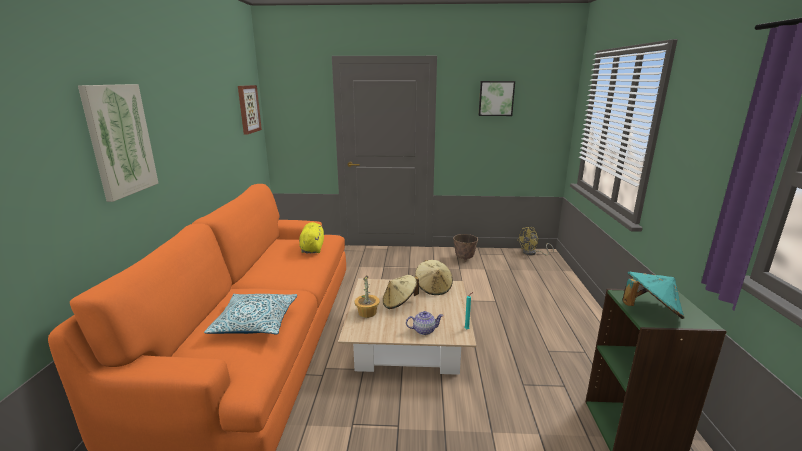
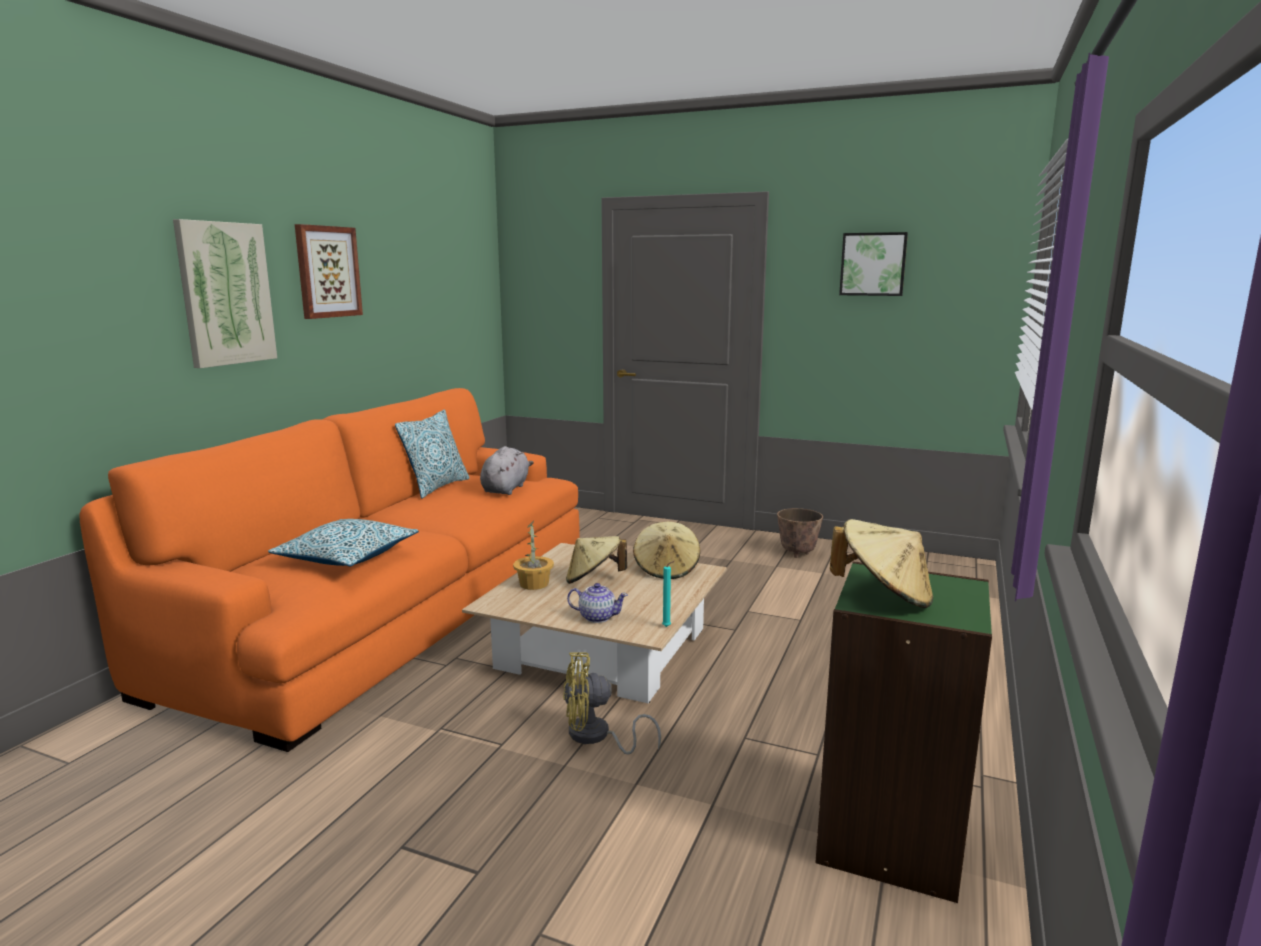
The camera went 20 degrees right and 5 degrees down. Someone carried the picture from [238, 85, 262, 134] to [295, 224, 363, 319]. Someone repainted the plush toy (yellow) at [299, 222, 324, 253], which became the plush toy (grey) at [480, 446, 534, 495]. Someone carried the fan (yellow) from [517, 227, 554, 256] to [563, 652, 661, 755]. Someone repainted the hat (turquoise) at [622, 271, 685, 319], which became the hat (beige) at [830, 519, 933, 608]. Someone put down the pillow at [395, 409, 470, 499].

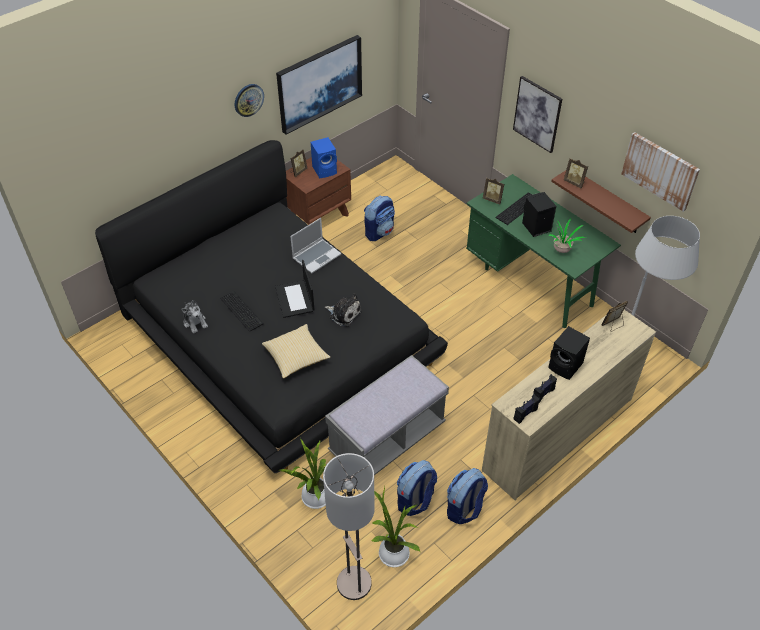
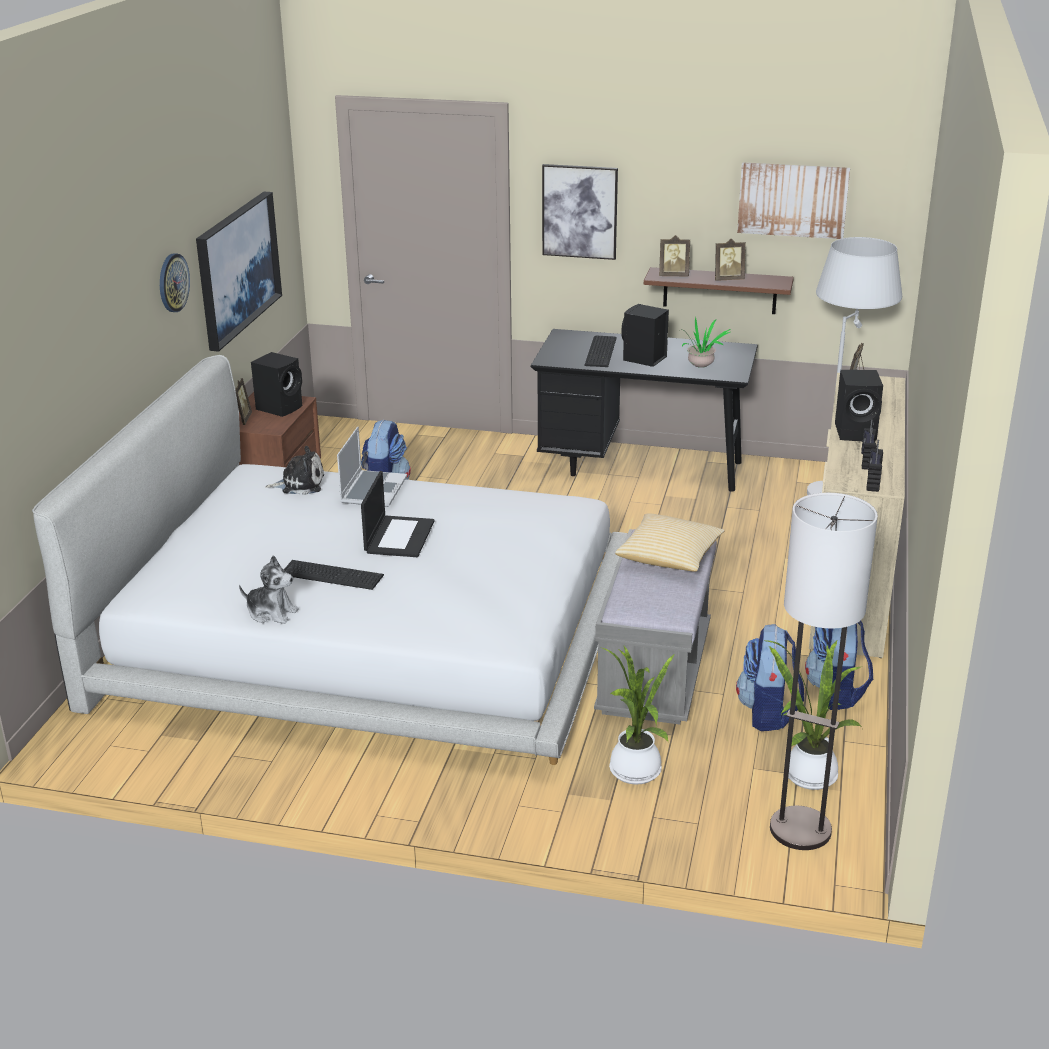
The camera went 35 degrees left and 20 degrees down. Someone repainted the bed (black) at [95, 140, 448, 473], which became the bed (white) at [32, 355, 628, 765]. Someone carried the pillow from [262, 324, 330, 378] to [615, 513, 725, 572]. Someone rotated the laptop at [275, 260, 315, 318] by 120 degrees counterclockwise. Someone repainted the speaker (blue) at [311, 137, 337, 178], which became the speaker (black) at [251, 352, 302, 417]. Someone carried the plush toy from [325, 293, 362, 327] to [265, 446, 324, 495]. Someone repainted the desk (green) at [466, 174, 621, 328], which became the desk (black) at [531, 329, 758, 492]. Someone carried the picture frame from [483, 178, 504, 204] to [715, 239, 746, 281].

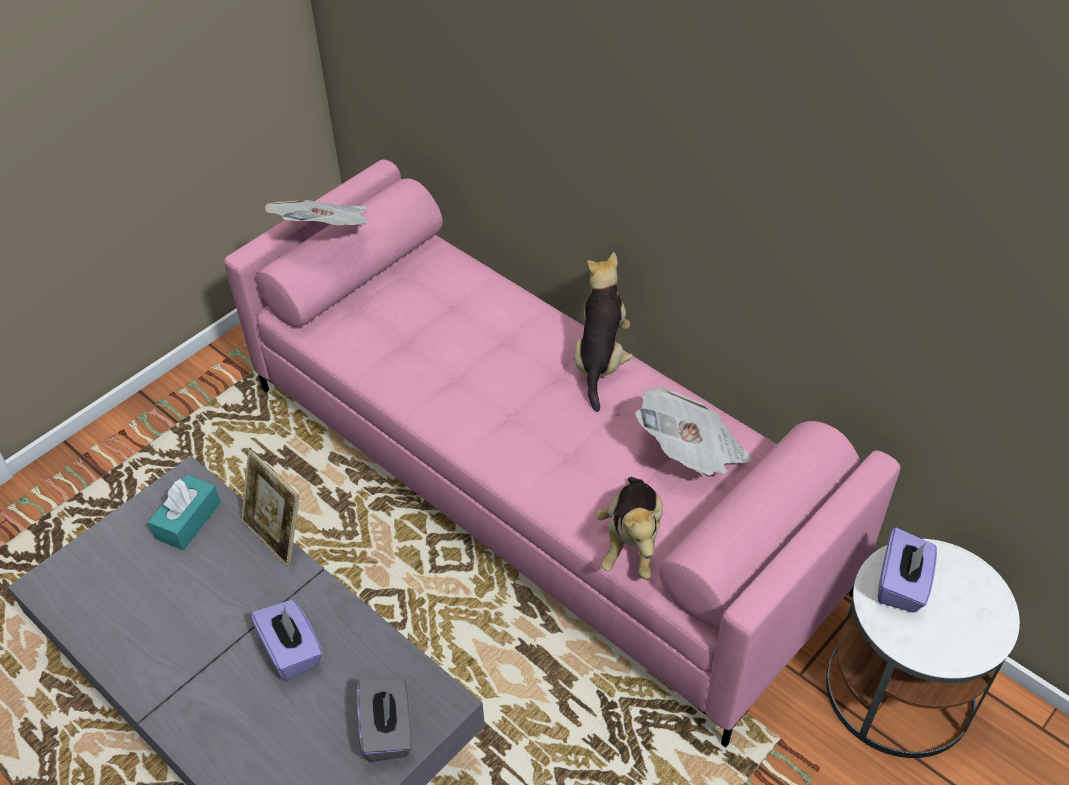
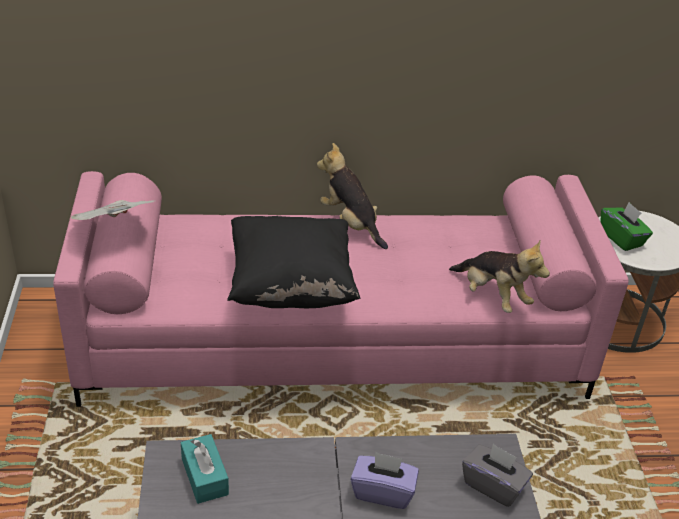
The camera went 50 degrees left and 10 degrees down. Someone took away the picture frame at [241, 449, 300, 567]. Someone took away the newspaper at [635, 387, 751, 477]. Someone repainted the tissue box (purple) at [878, 527, 937, 613], which became the tissue box (green) at [601, 202, 653, 251]. Someone put down the pillow (black) at [227, 216, 361, 308].

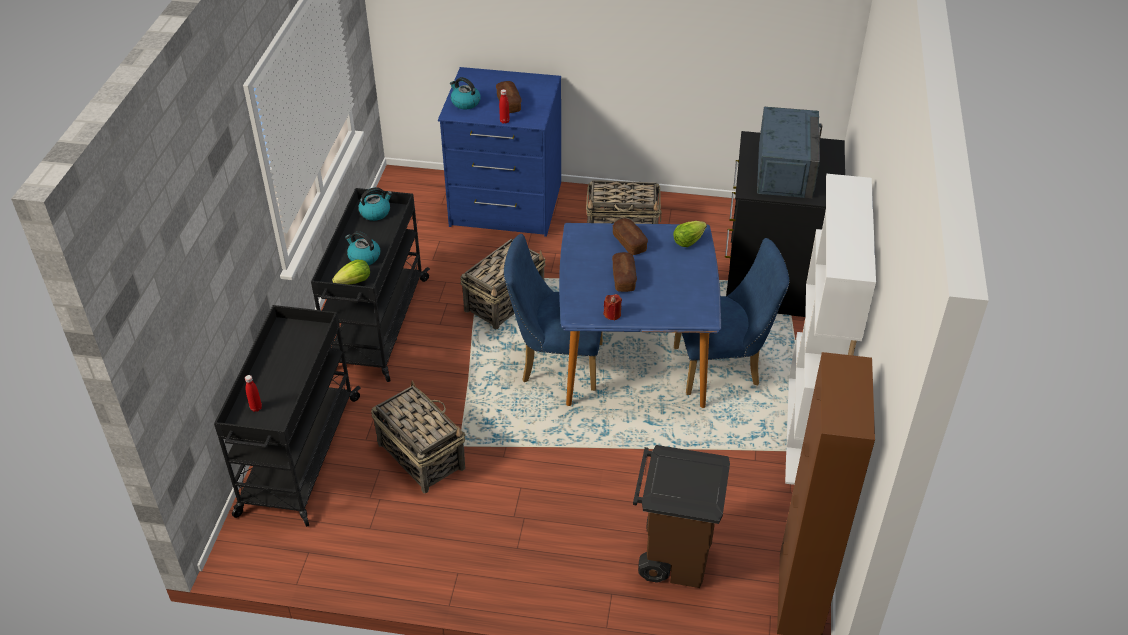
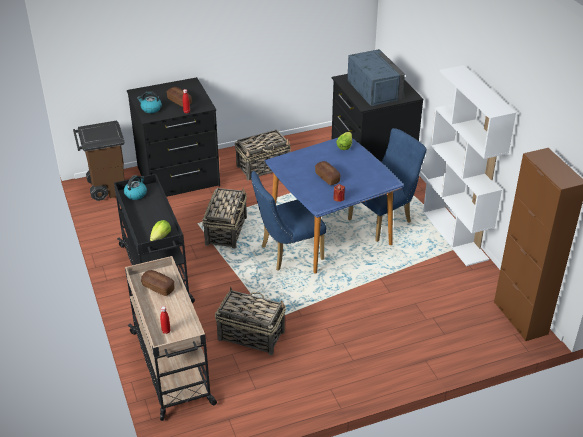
The camera went 30 degrees left and 5 degrees down. Someone repainted the cart (black) at [214, 305, 361, 527], which became the cart (beige) at [125, 256, 217, 421]. Someone took away the kettle at [345, 231, 380, 265]. Someone repainted the dresser (blue) at [438, 67, 561, 237], which became the dresser (black) at [127, 77, 220, 197]. Someone carried the bread from [613, 219, 648, 255] to [141, 270, 175, 296]. Someone carried the trash can (brown) from [633, 445, 730, 588] to [73, 121, 125, 201].

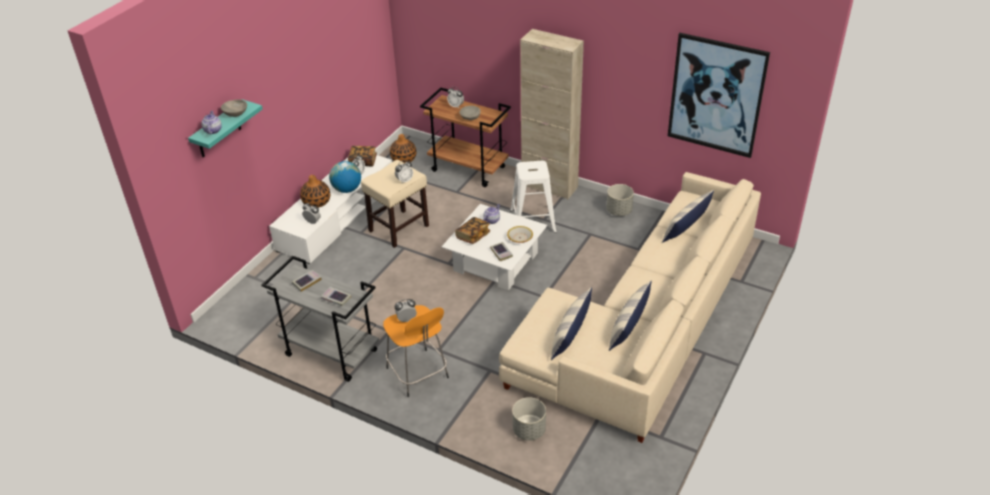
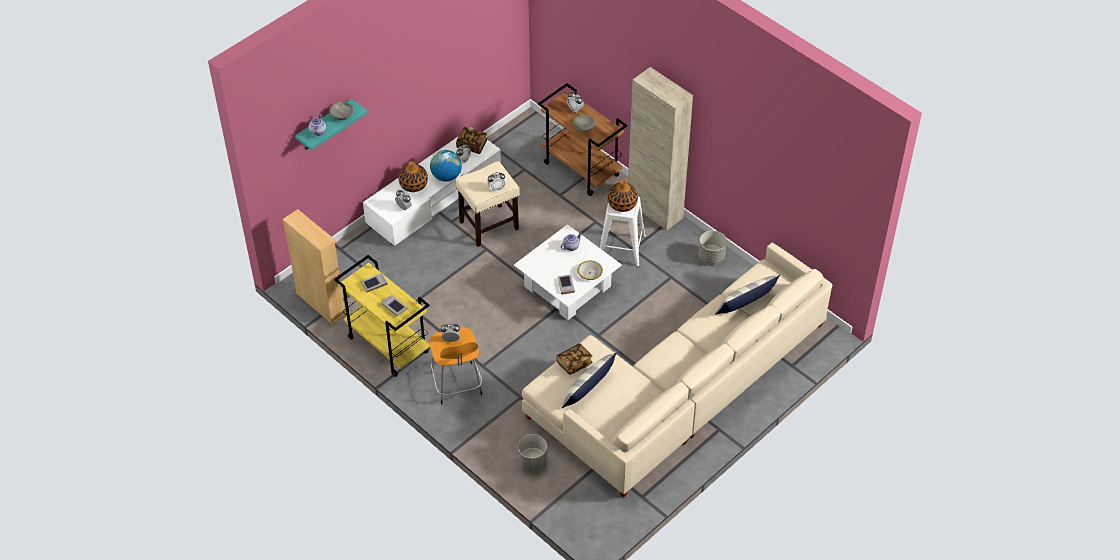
The camera went 15 degrees right and 10 degrees up. Someone repainted the cart (grey) at [261, 256, 379, 382], which became the cart (yellow) at [334, 255, 430, 377]. Someone carried the vase from [390, 134, 416, 163] to [608, 180, 638, 212]. Someone carried the book from [455, 217, 490, 244] to [556, 343, 593, 375]. Someone took away the pillow at [609, 280, 652, 351]. Someone took away the picture at [668, 33, 770, 158]. Someone put down the bookcase (beige) at [282, 209, 347, 324].

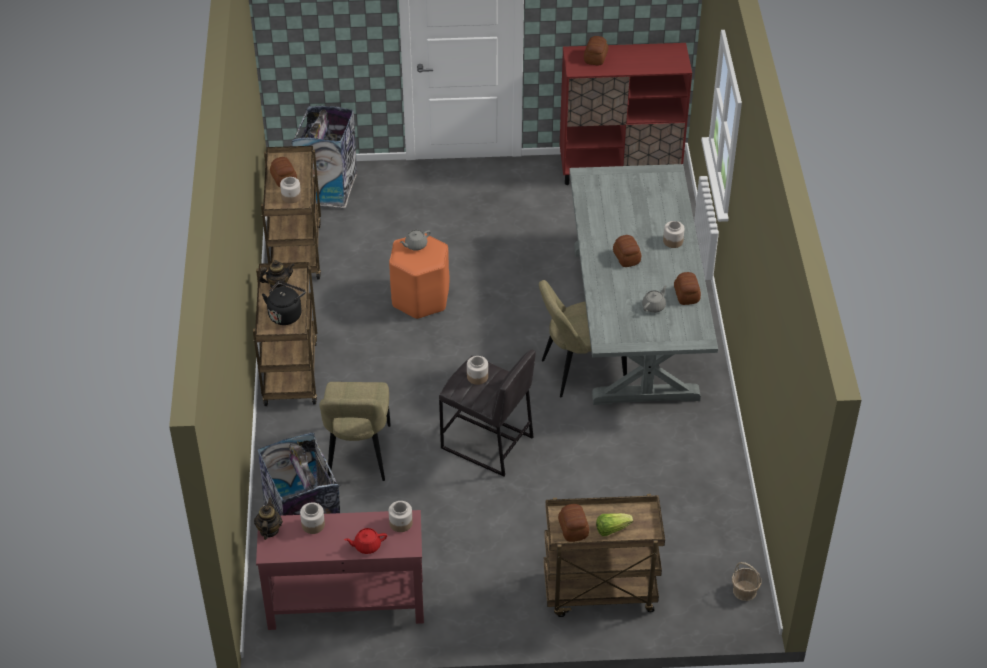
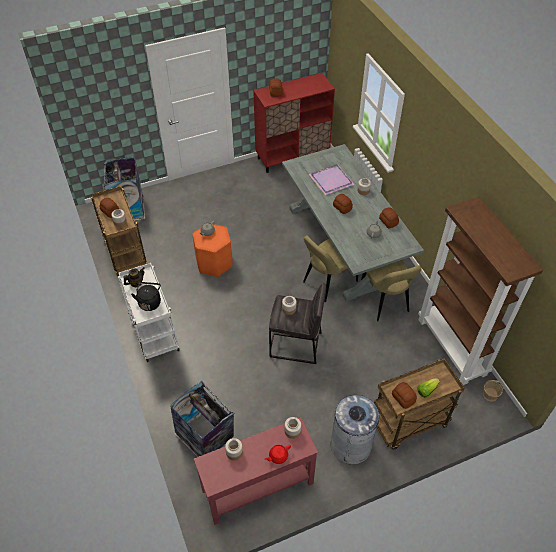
The camera went 20 degrees left and 5 degrees up. Someone repainted the cart (brown) at [253, 262, 317, 406], which became the cart (white) at [118, 263, 180, 362]. Someone took away the teapot at [254, 498, 283, 540]. Someone carried the chair (beige) from [319, 382, 391, 481] to [361, 260, 422, 321]. Someone put down the tray (purple) at [309, 164, 355, 195]. Someone put down the trash can (grey) at [331, 395, 379, 464]. Someone put down the bookcase (brown) at [418, 197, 543, 385].

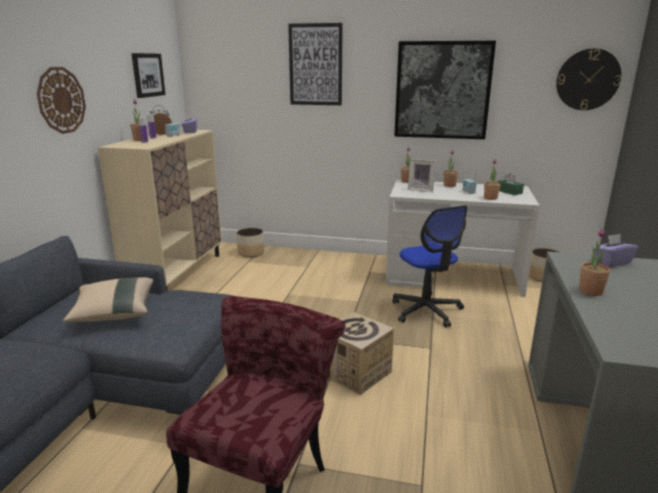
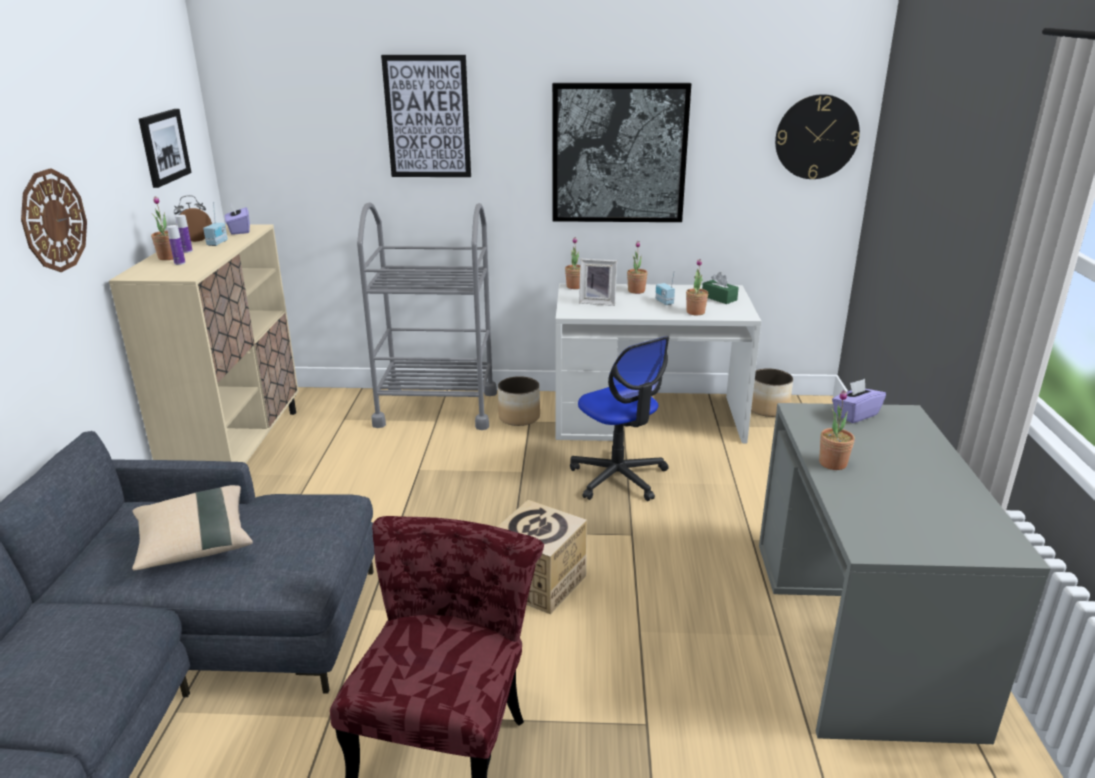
The camera went 10 degrees left and 5 degrees up. Someone carried the planter from [237, 228, 264, 258] to [498, 376, 540, 426]. Someone put down the cart (grey) at [357, 202, 497, 430].

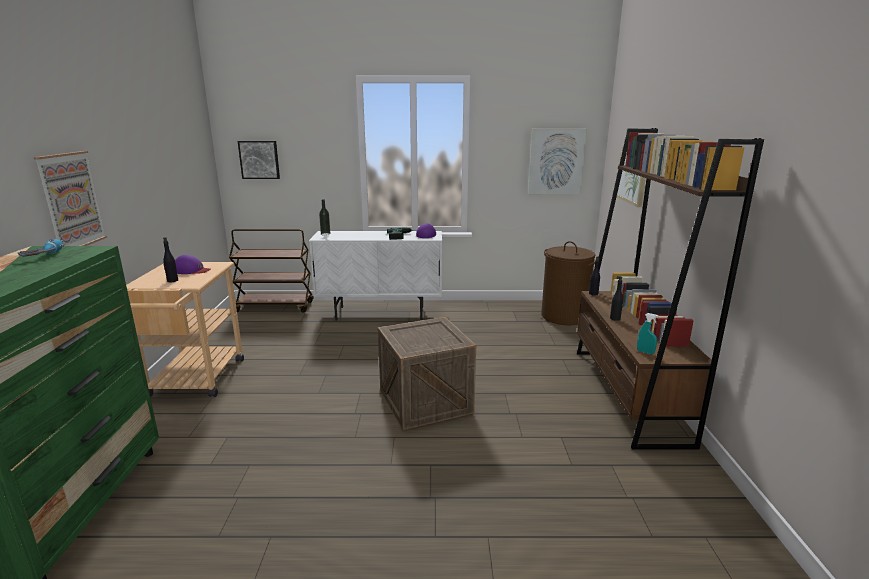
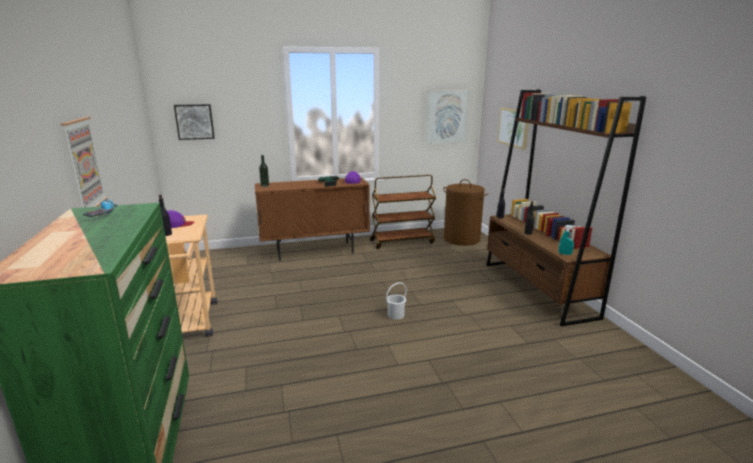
The camera went 15 degrees left and 0 degrees up. Someone carried the cart (brown) from [229, 229, 313, 313] to [370, 175, 436, 249]. Someone repainted the cabinet (white) at [309, 231, 442, 321], which became the cabinet (brown) at [255, 177, 370, 261]. Someone swapped the crate at [378, 317, 476, 430] for the bucket (white) at [386, 282, 407, 320].

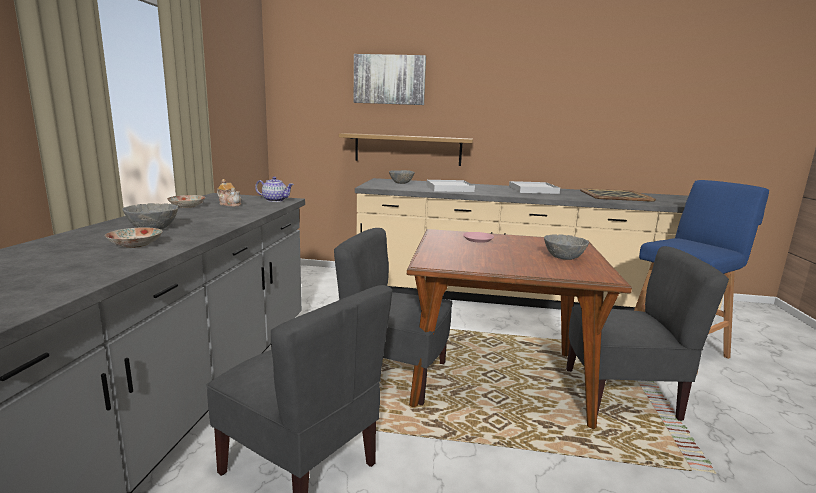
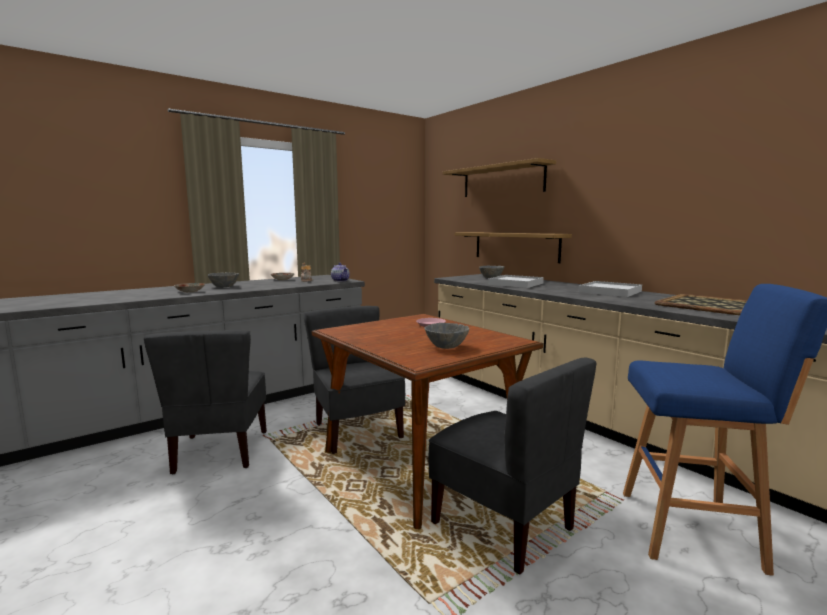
The camera went 45 degrees right and 5 degrees down. Someone swapped the picture at [354, 54, 426, 105] for the shelf at [443, 158, 556, 197].

